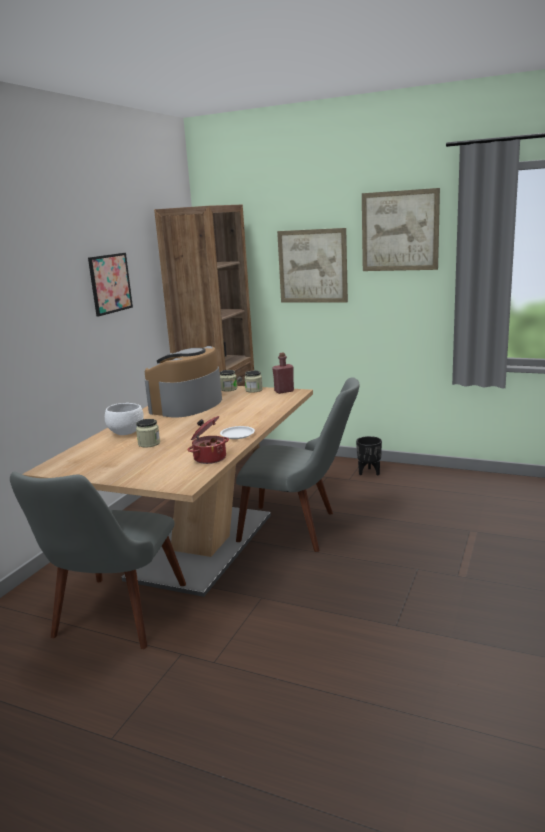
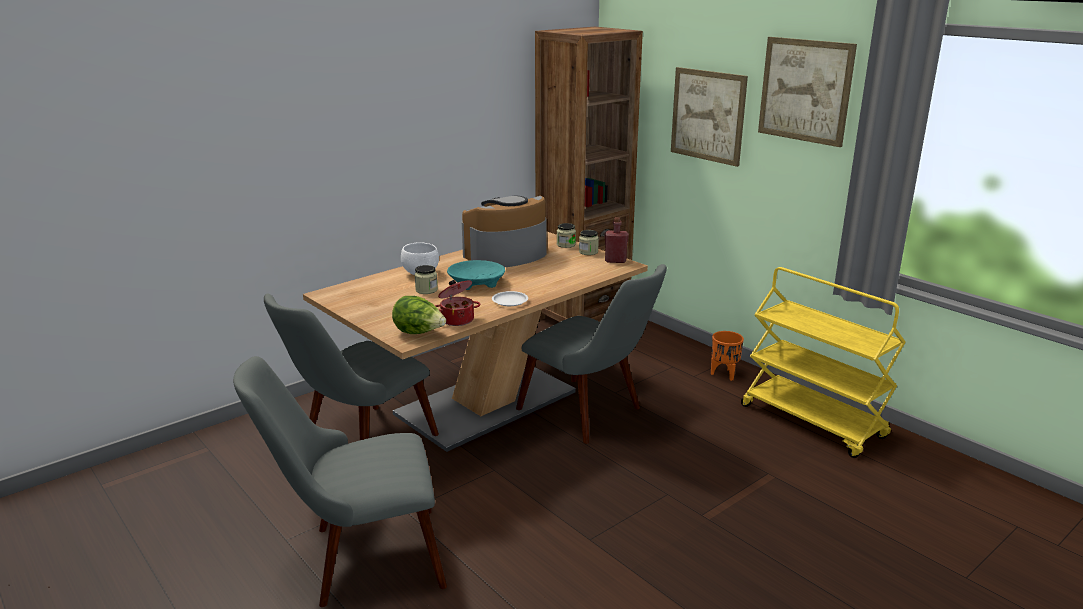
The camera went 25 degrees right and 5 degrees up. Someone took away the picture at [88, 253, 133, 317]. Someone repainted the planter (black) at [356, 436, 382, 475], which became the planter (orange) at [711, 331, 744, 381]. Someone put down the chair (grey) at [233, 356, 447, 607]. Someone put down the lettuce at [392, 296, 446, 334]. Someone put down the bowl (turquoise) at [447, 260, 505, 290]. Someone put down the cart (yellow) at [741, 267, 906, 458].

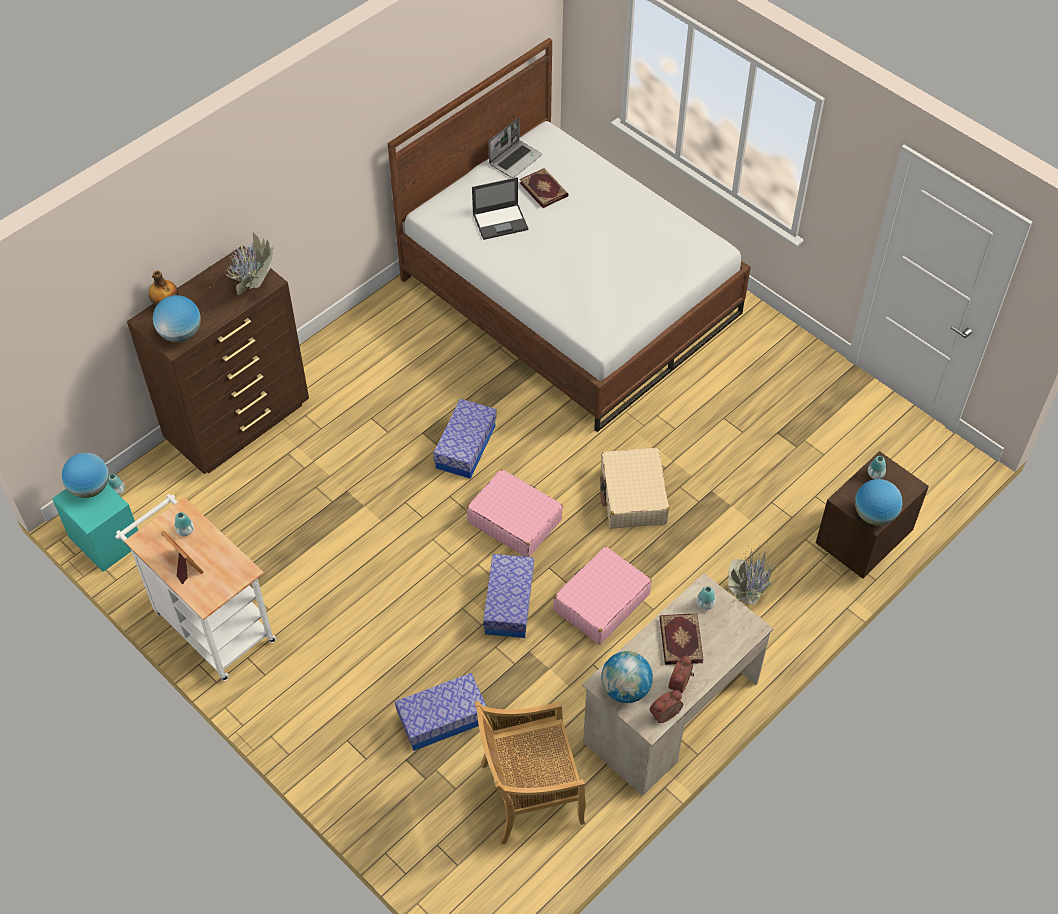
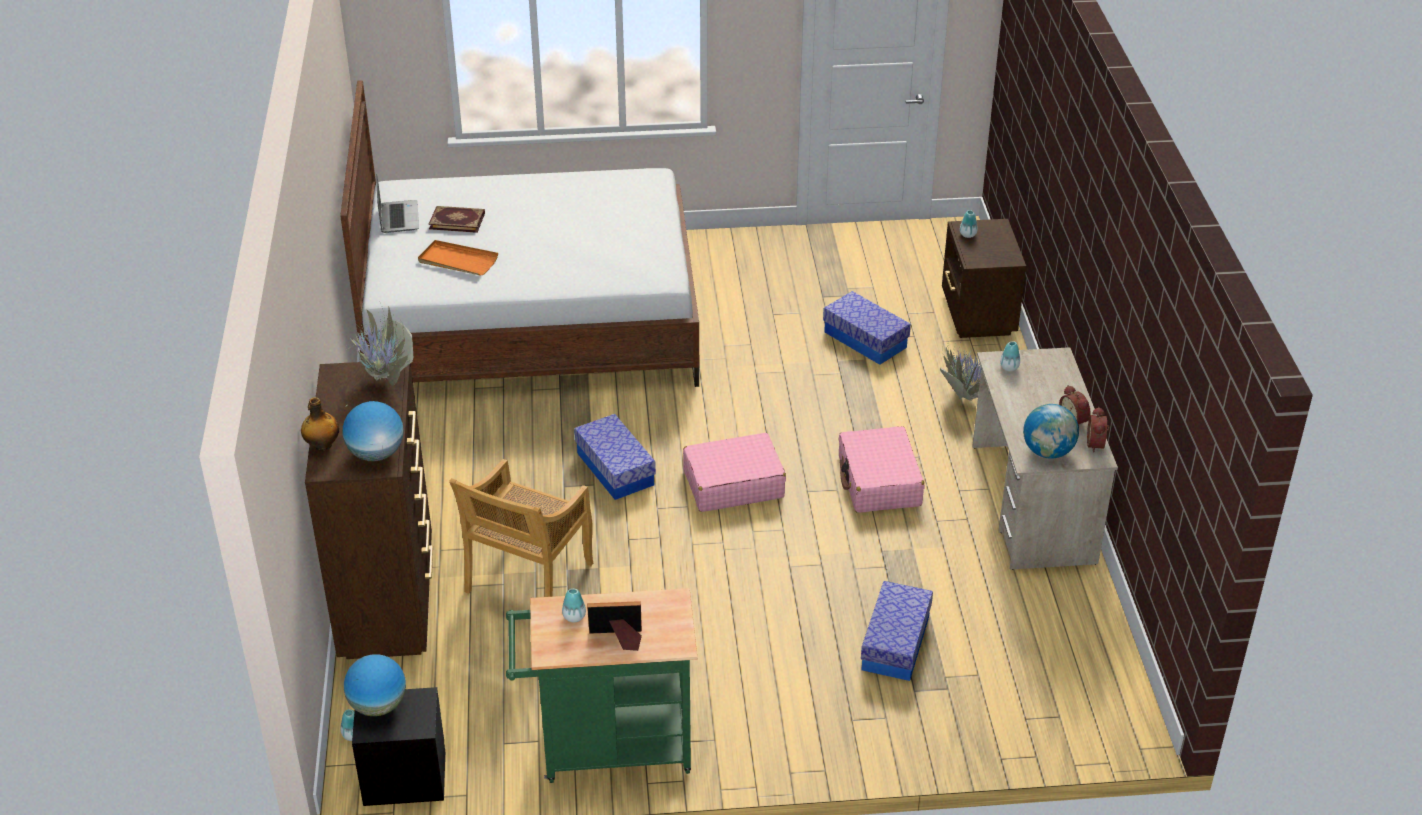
The camera went 50 degrees left and 15 degrees down. Someone repainted the nightstand (turquoise) at [52, 484, 138, 572], which became the nightstand (black) at [352, 687, 445, 806]. Someone repainted the cart (white) at [115, 494, 276, 681], which became the cart (green) at [506, 588, 697, 783]. Someone swapped the laptop at [472, 177, 528, 240] for the tray (orange) at [418, 240, 498, 276]. Someone carried the chair (beige) from [474, 701, 586, 845] to [449, 459, 593, 597]. Someone carried the storage box from [483, 554, 534, 638] to [823, 291, 911, 365]. Someone took away the suitcase (beige) at [600, 448, 669, 529]. Someone took away the book at [659, 613, 704, 665]. Someone took away the globe at [855, 479, 902, 526].

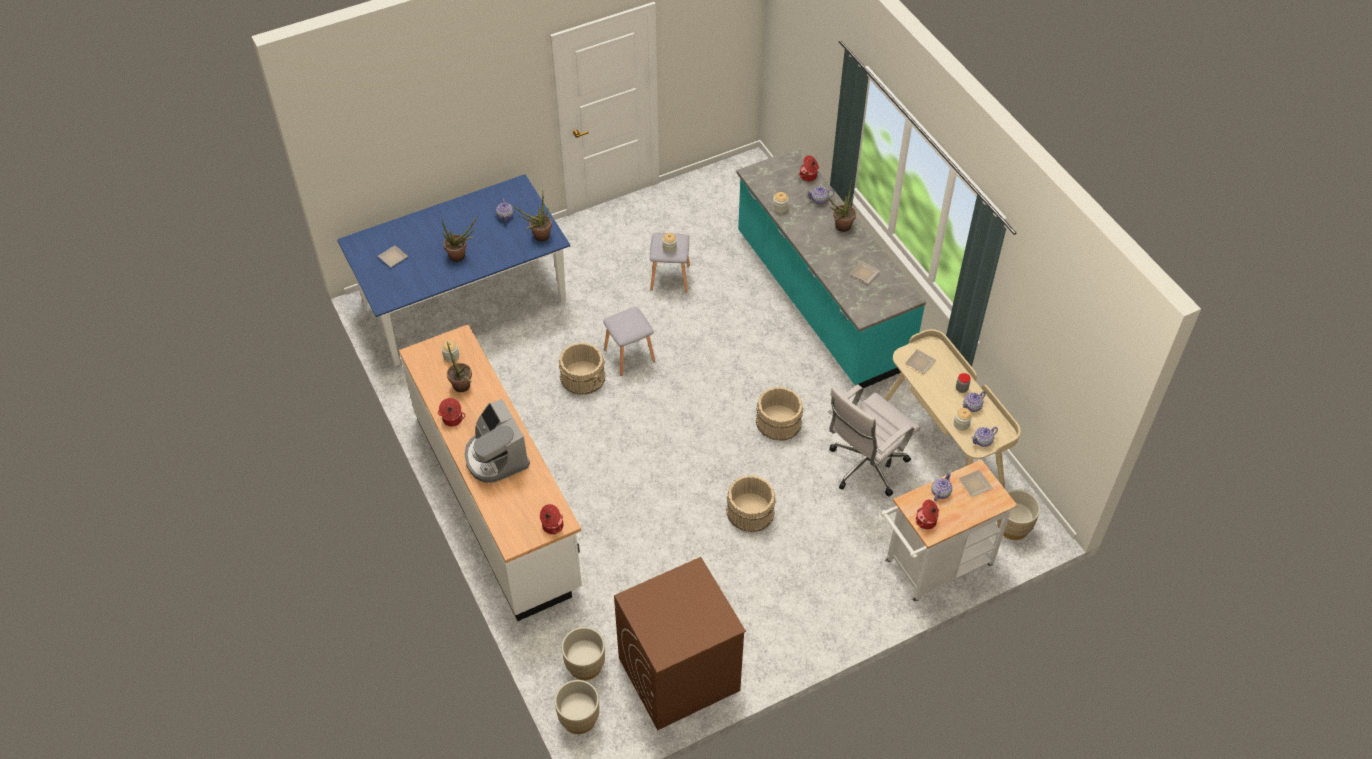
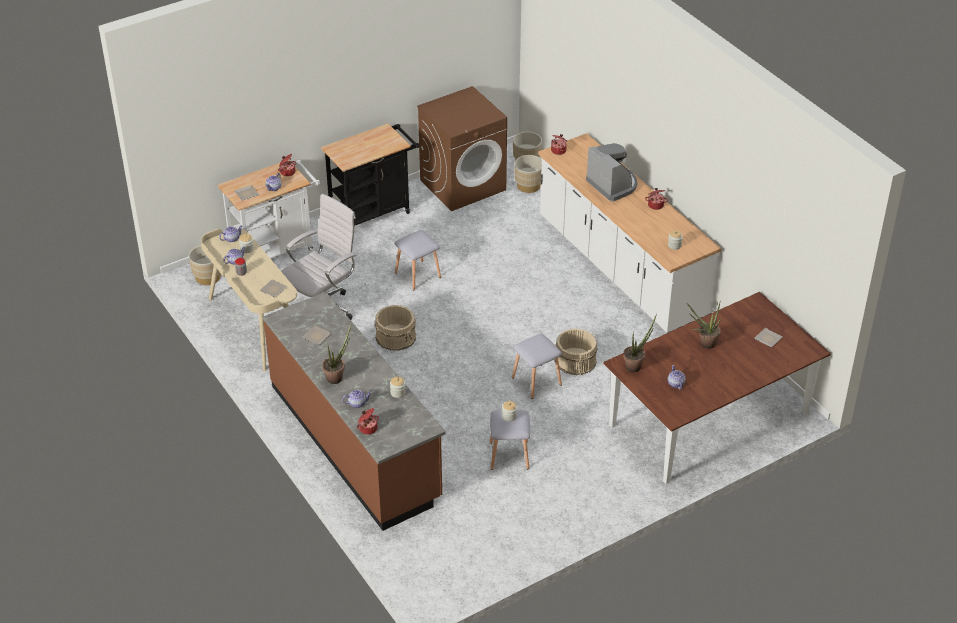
The camera went 175 degrees right and 10 degrees down. Someone repainted the dining table (blue) at [337, 174, 570, 366], which became the dining table (brown) at [604, 292, 831, 484]. Someone took away the potted plant at [447, 343, 472, 392]. Someone swapped the bucket (beige) at [726, 475, 776, 532] for the stool (grey) at [395, 230, 441, 291]. Someone repainted the counter (turquoise) at [736, 148, 926, 388], which became the counter (brown) at [263, 292, 446, 531]. Someone put down the cart (black) at [321, 124, 420, 226].

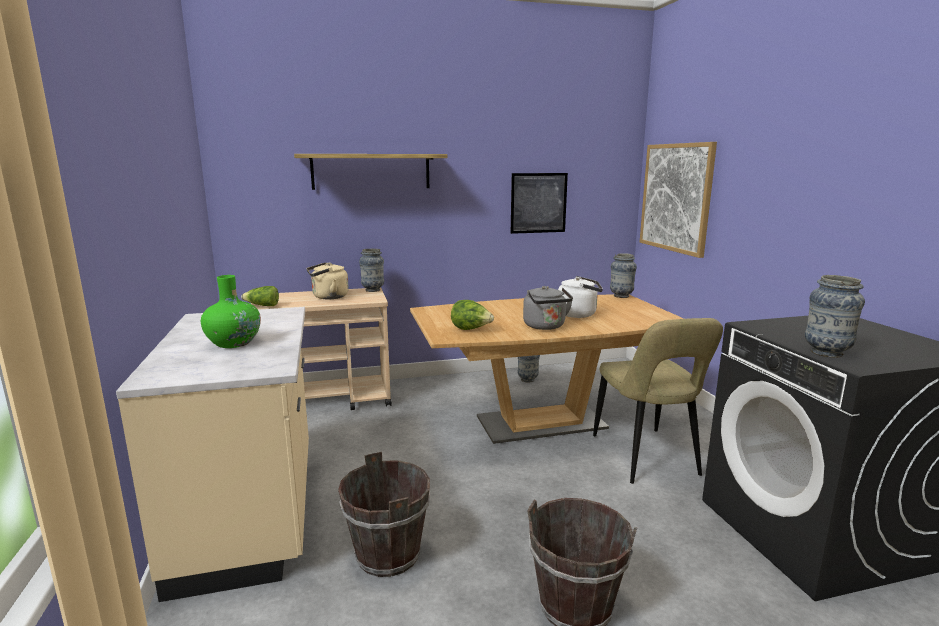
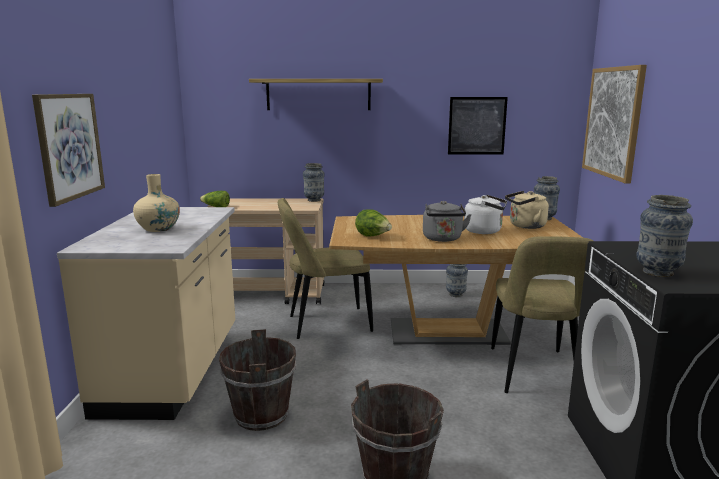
The camera went 15 degrees right and 0 degrees up. Someone repainted the vase (green) at [201, 275, 261, 348], which became the vase (beige) at [133, 174, 180, 232]. Someone carried the kettle (beige) from [307, 262, 349, 299] to [505, 191, 549, 229]. Someone put up the picture at [32, 94, 105, 207]. Someone put down the chair (beige) at [278, 198, 373, 339].

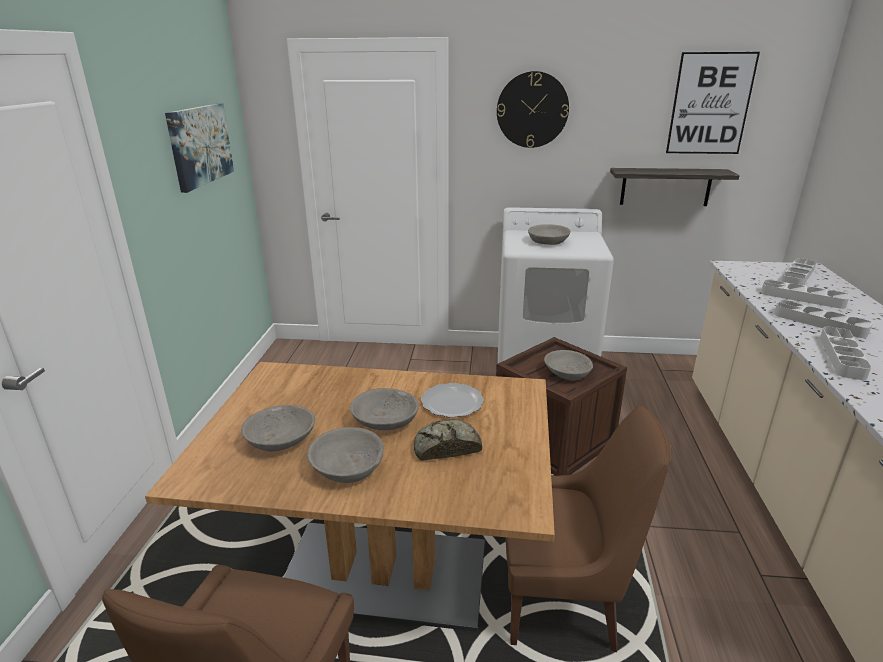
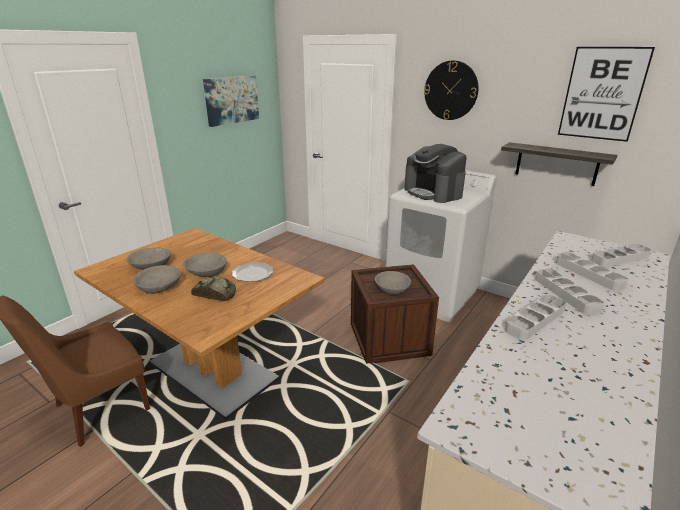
The camera went 30 degrees right and 0 degrees up. Someone took away the chair (brown) at [505, 405, 671, 652]. Someone swapped the bowl (grey) at [528, 224, 571, 245] for the coffee machine at [404, 144, 467, 203].

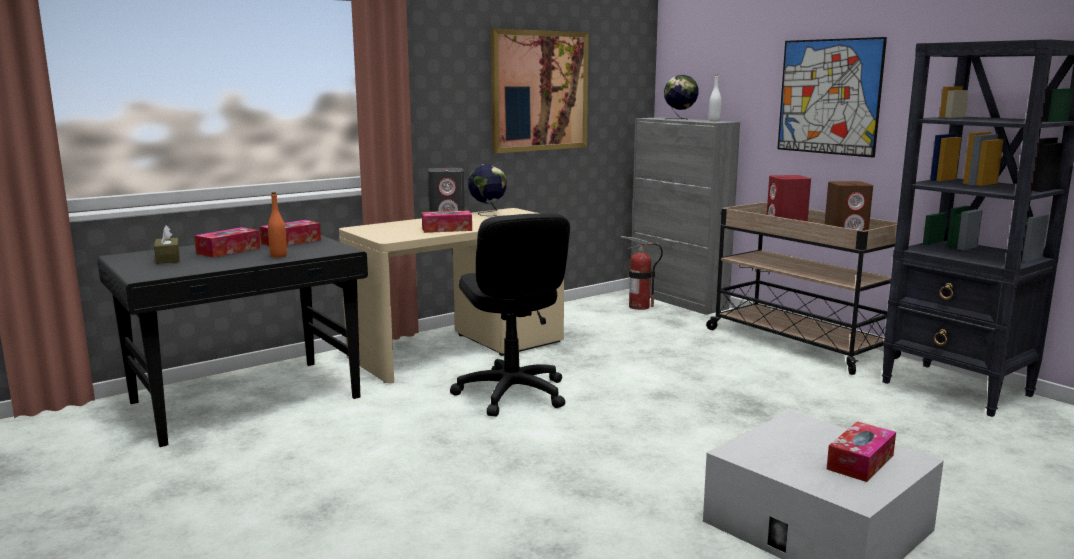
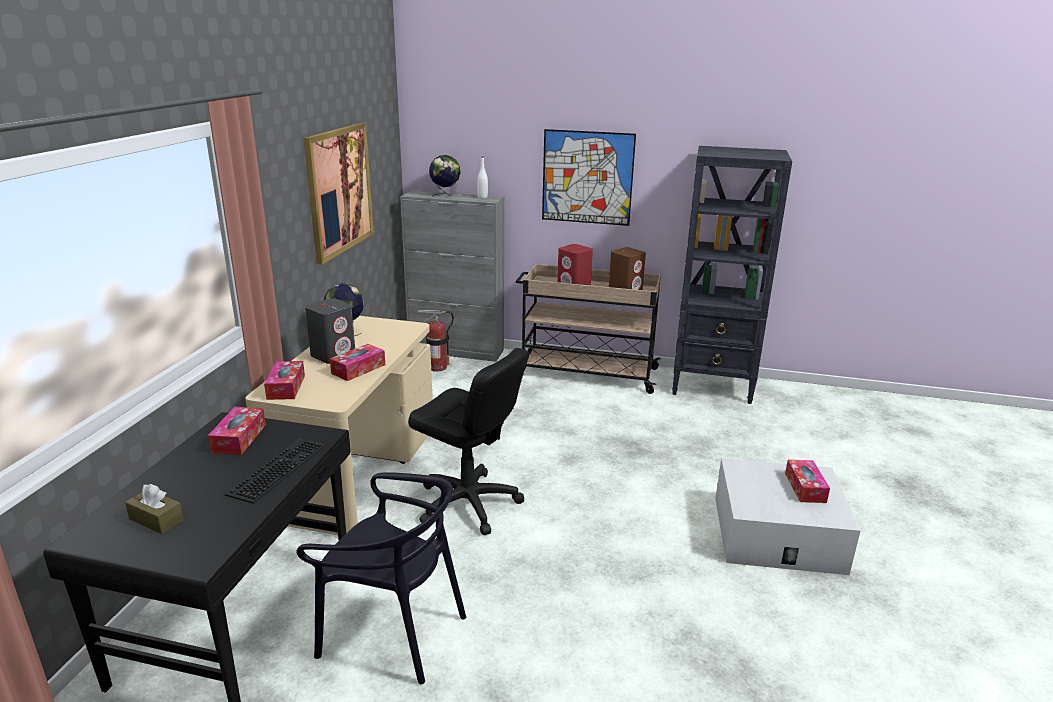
The camera went 40 degrees left and 10 degrees up. Someone carried the tissue box from [194, 227, 260, 257] to [264, 361, 305, 400]. Someone swapped the bottle (orange) at [268, 192, 287, 258] for the keyboard at [225, 438, 326, 504]. Someone put down the chair (black) at [296, 472, 466, 684].

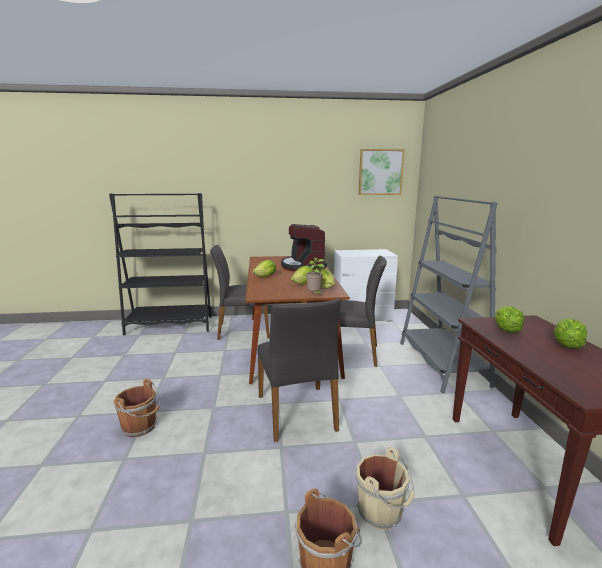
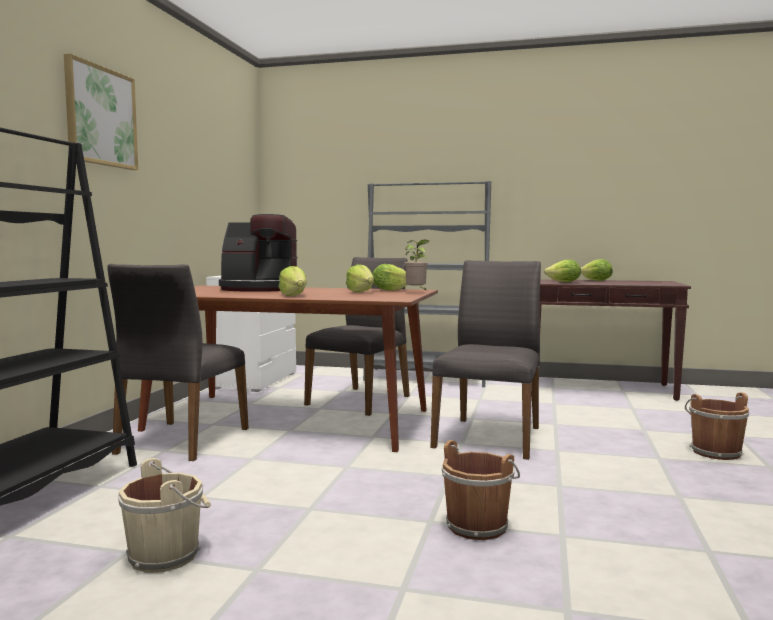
The camera went 70 degrees left and 10 degrees down. Someone rotated the chair (grey) at [257, 299, 341, 442] by 75 degrees counterclockwise. Someone carried the bucket (beige) from [356, 447, 415, 530] to [118, 458, 211, 573]. Someone carried the picture from [359, 149, 405, 195] to [64, 54, 138, 170].

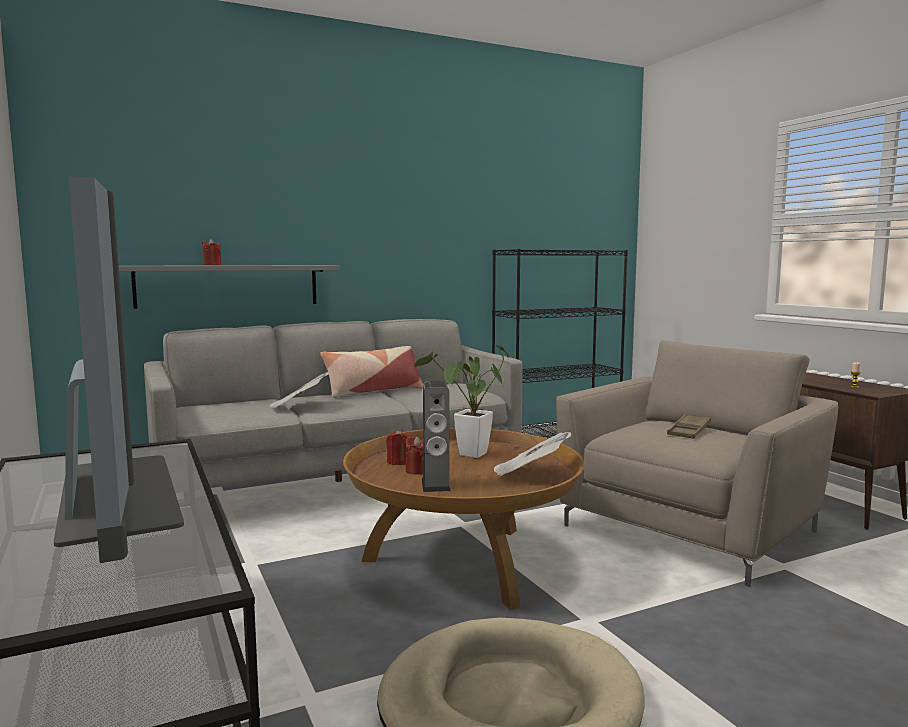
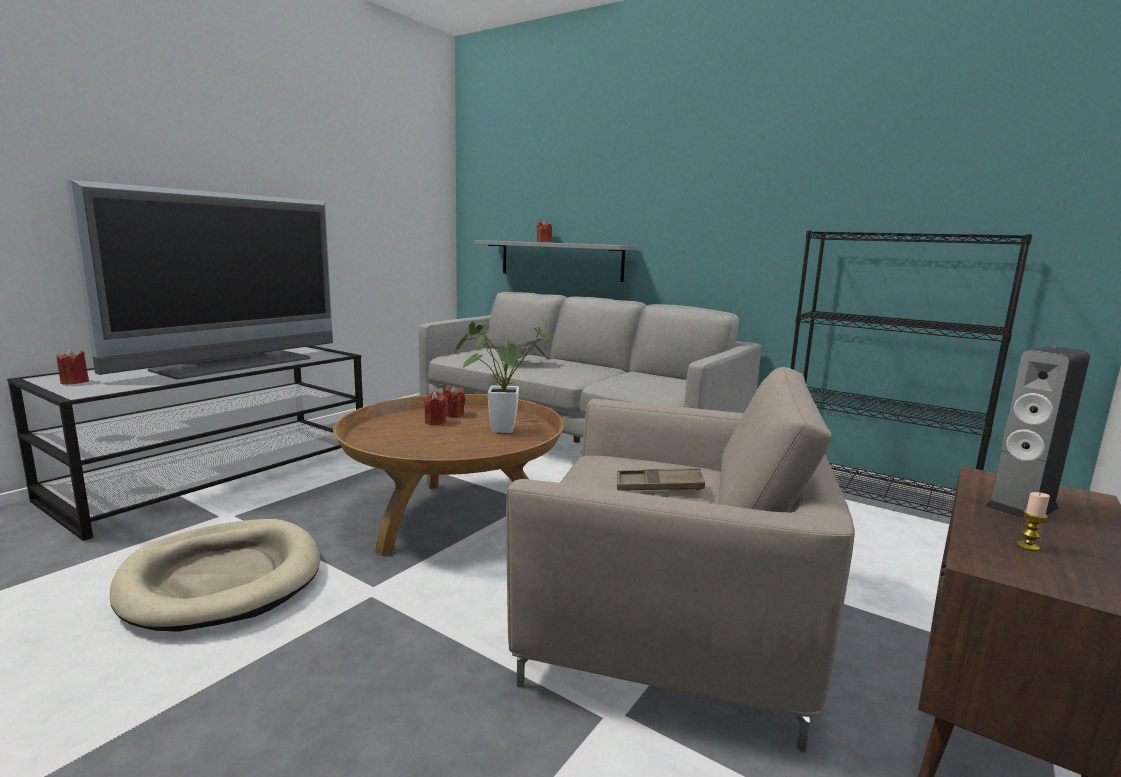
The camera went 60 degrees right and 5 degrees up. Someone took away the pillow at [320, 346, 423, 398]. Someone carried the speaker from [422, 381, 451, 492] to [985, 346, 1090, 520]. Someone took away the newspaper at [493, 432, 571, 477]. Someone put down the candle (red) at [57, 349, 89, 385].

